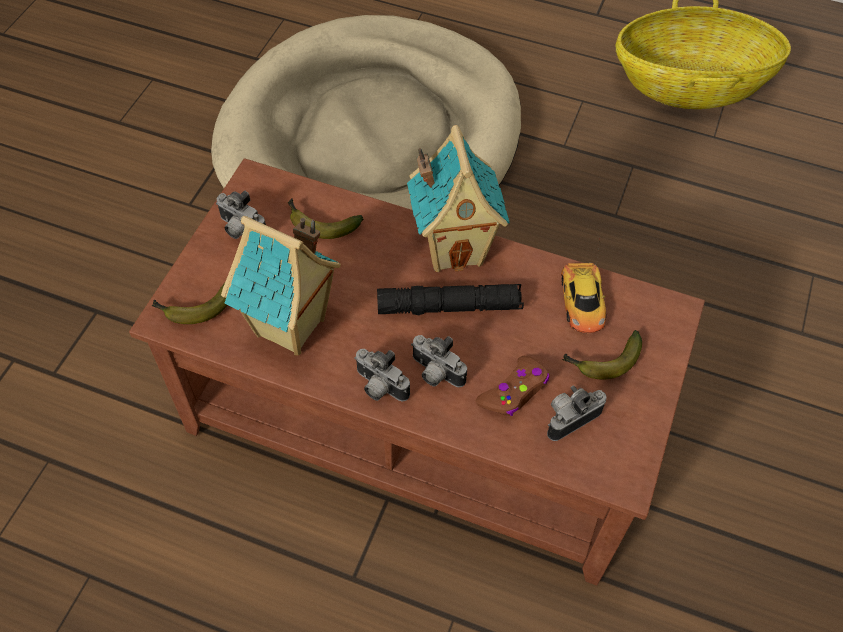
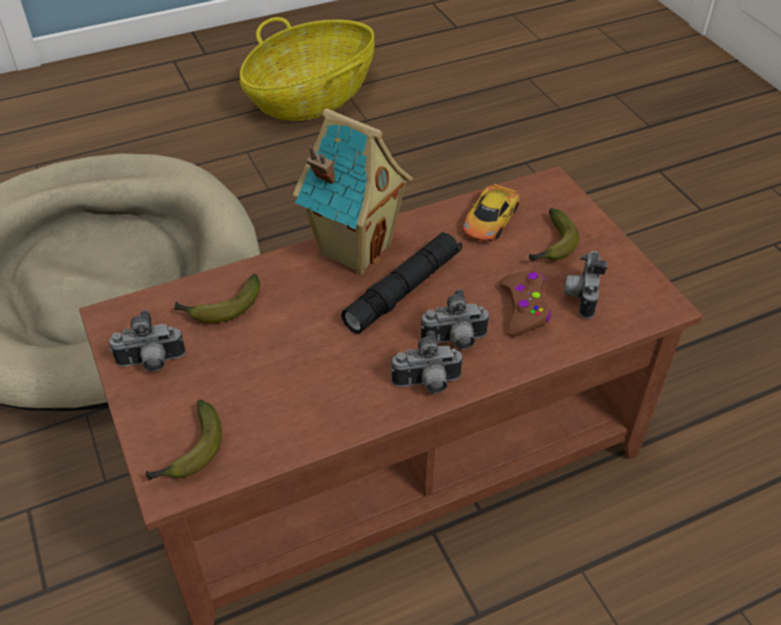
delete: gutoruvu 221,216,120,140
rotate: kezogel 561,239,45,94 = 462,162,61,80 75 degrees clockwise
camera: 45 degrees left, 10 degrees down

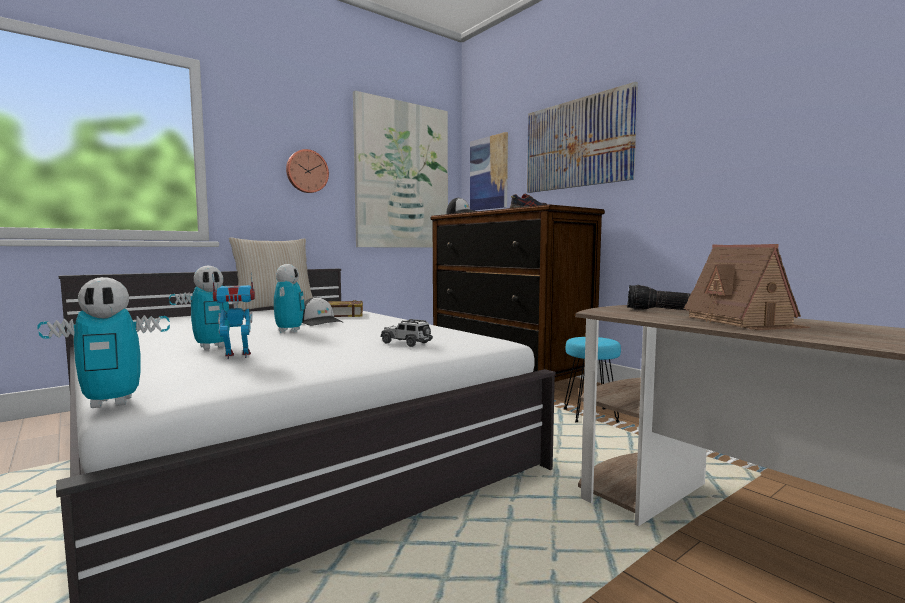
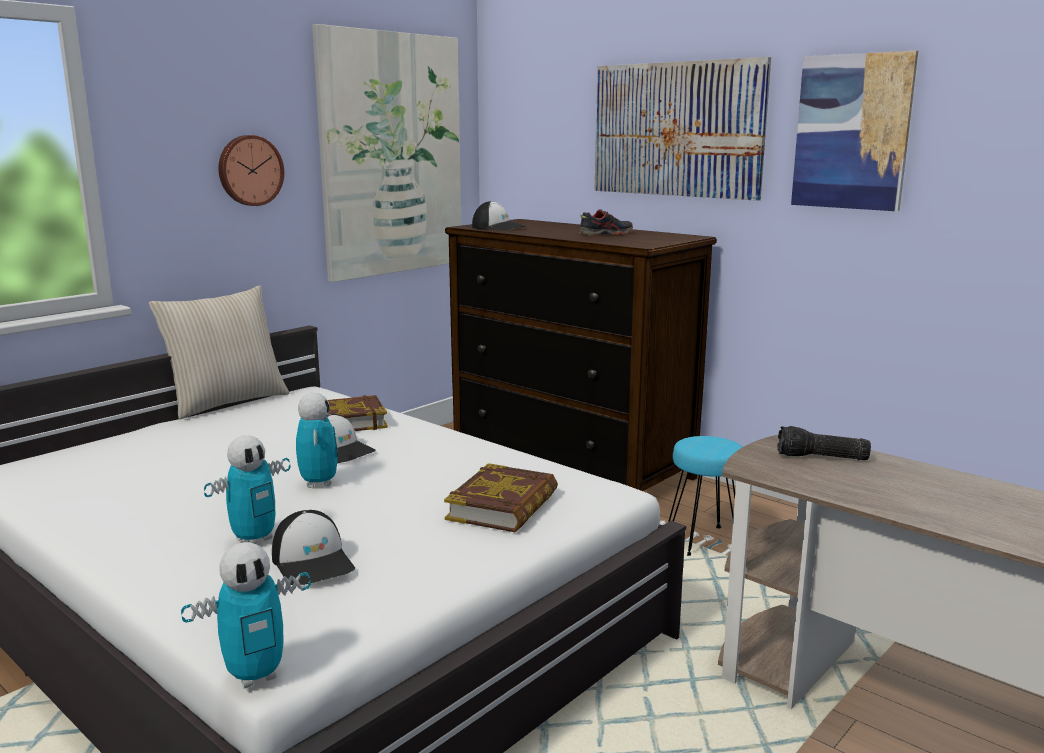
delete: gutoruvu 684,244,125,86
move: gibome 470,132,38,78 to 791,51,127,160
replace: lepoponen 212,273,43,86 to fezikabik 272,510,83,75; kezogel 381,319,52,28 to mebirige 444,463,114,70
camera: 10 degrees left, 10 degrees up

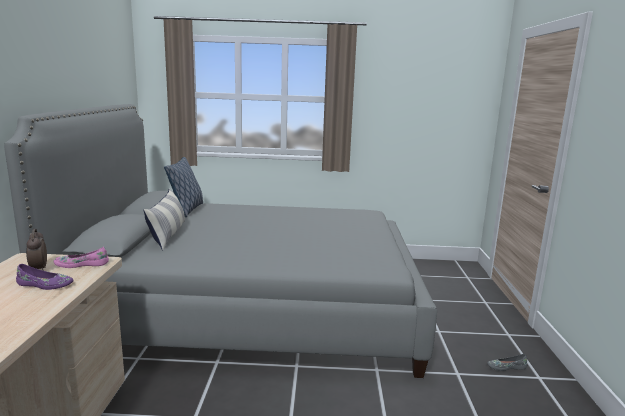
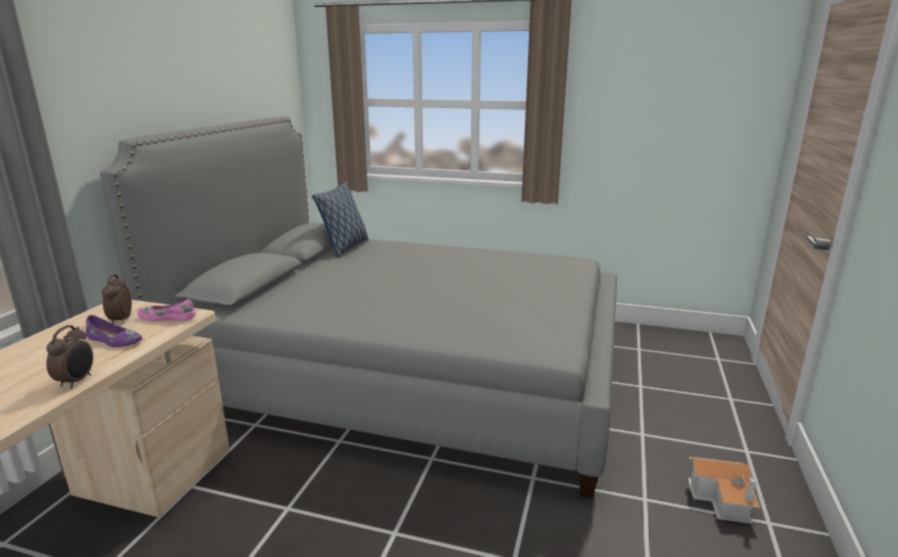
delete: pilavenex 144,188,41,62
insert: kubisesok 46,325,47,64
replace: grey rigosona 487,354,40,17 to gutoruvu 688,457,72,67
camera: 15 degrees right, 5 degrees up

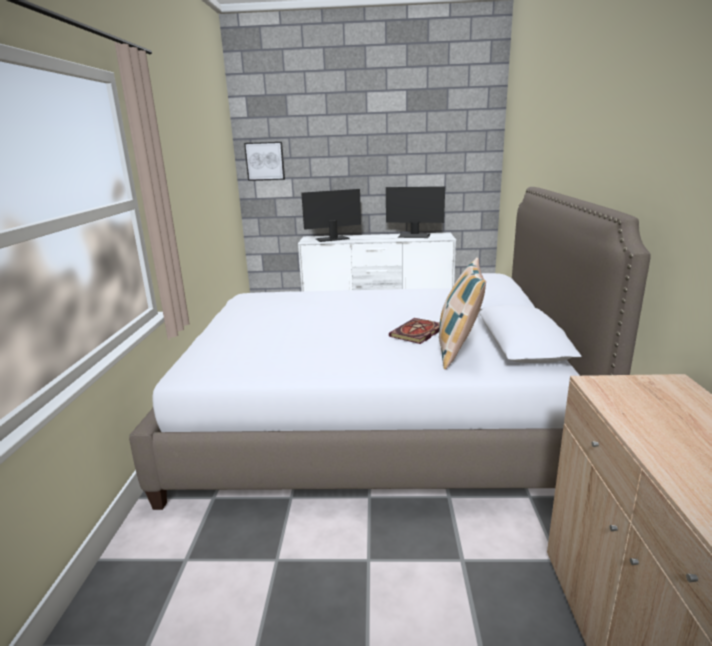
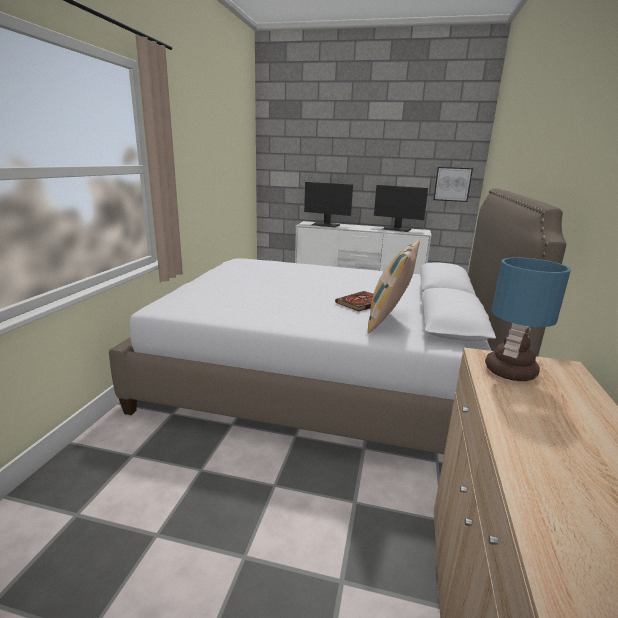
insert: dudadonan 485,257,86,124
move: gibome 244,142,41,39 to 433,167,40,35
rotate: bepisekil 301,189,60,53 = 304,182,49,46 150 degrees counterclockwise
camera: 10 degrees right, 0 degrees up

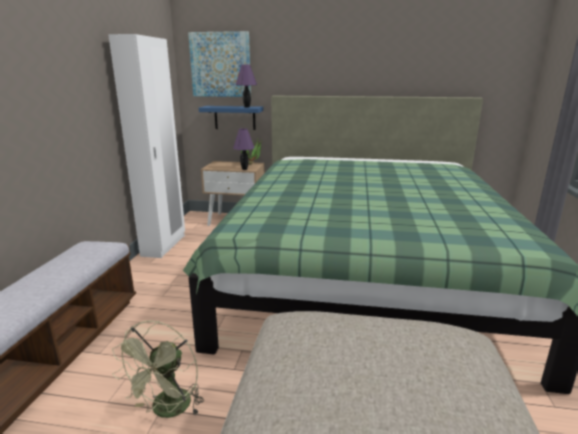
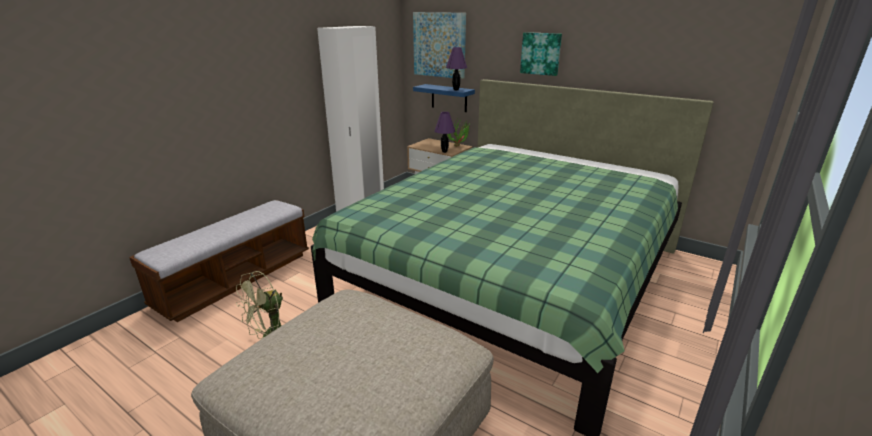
insert: gibome 520,32,42,44
camera: 25 degrees right, 5 degrees up

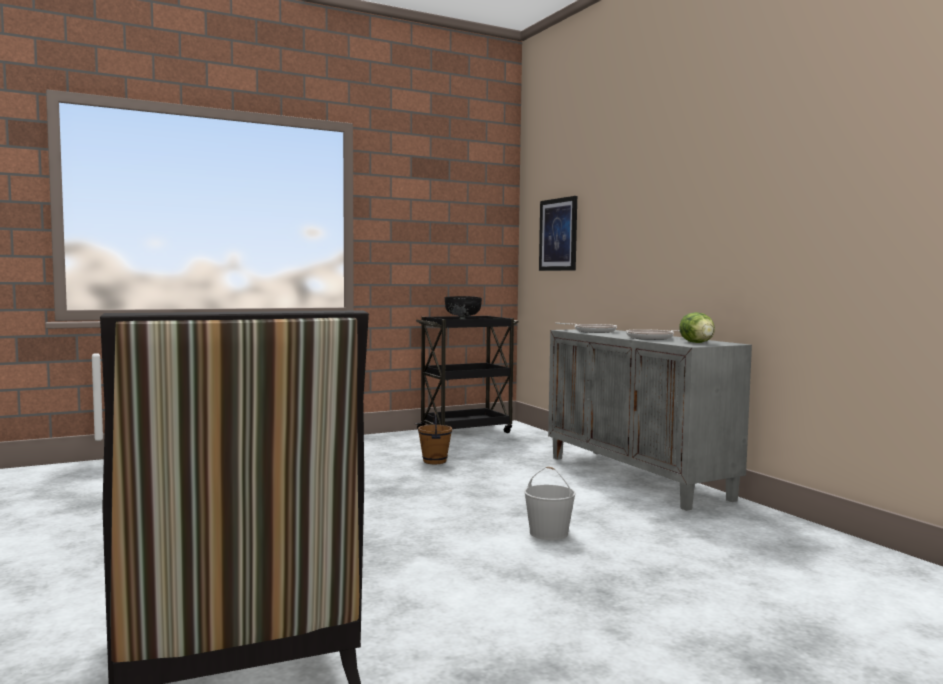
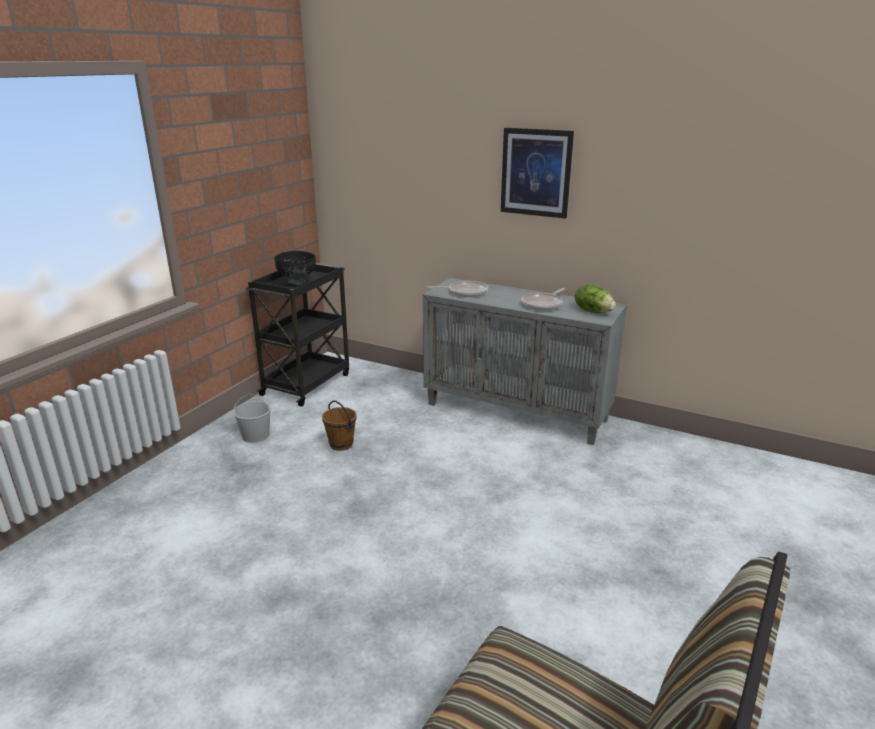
move: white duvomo 524,467,52,73 to 233,394,38,49; gibome 539,196,38,75 to 501,128,73,91
camera: 35 degrees left, 20 degrees up

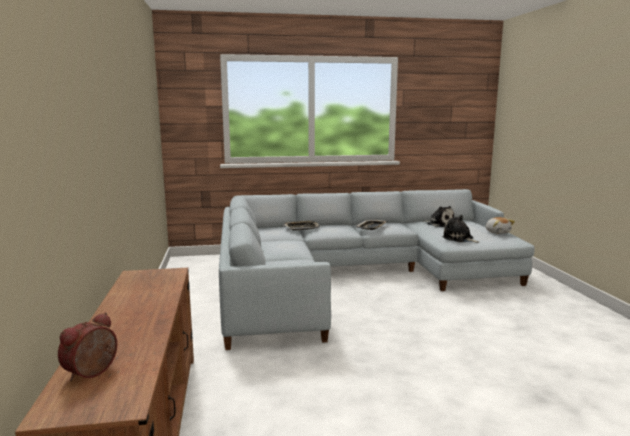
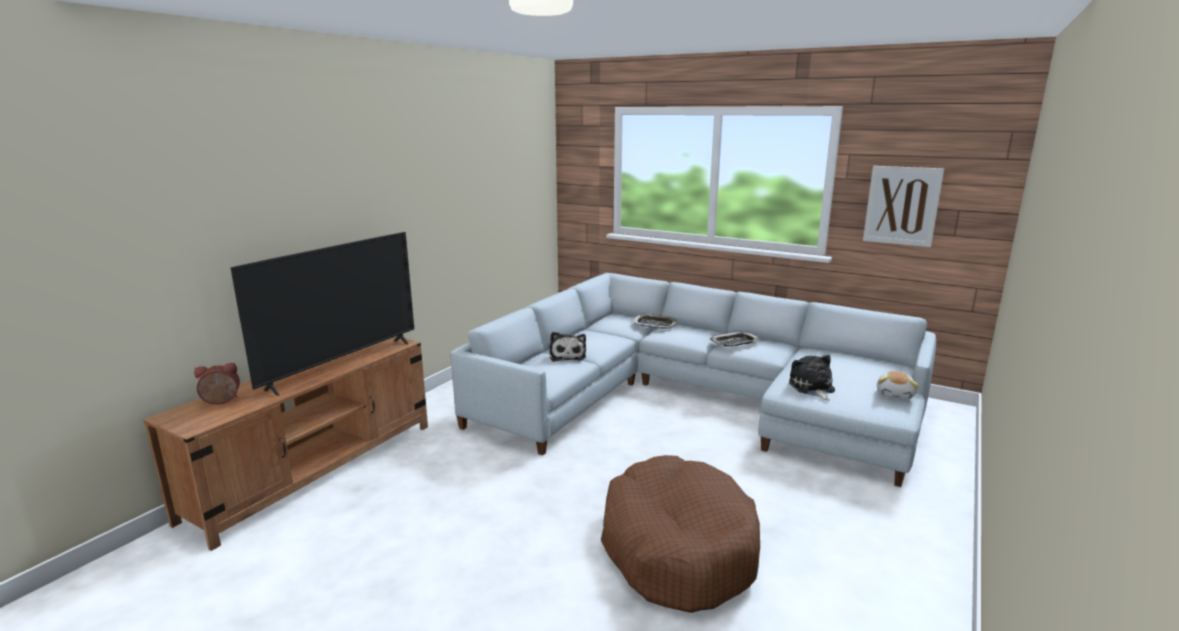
insert: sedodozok 230,232,184,164; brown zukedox 601,455,159,158; gibome 863,166,81,81
move: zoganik 423,206,31,21 to 549,332,37,30
camera: 40 degrees right, 5 degrees up

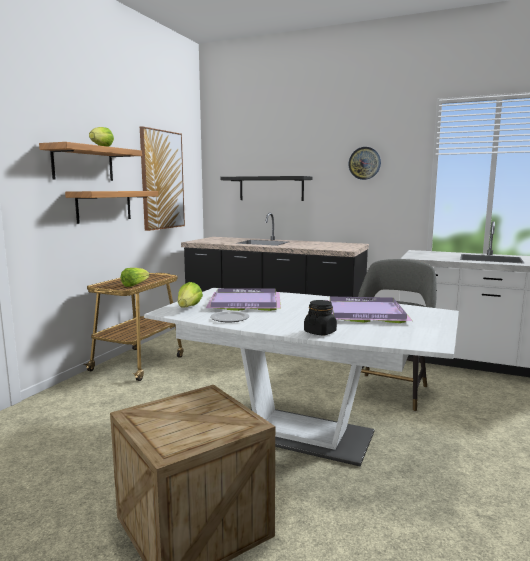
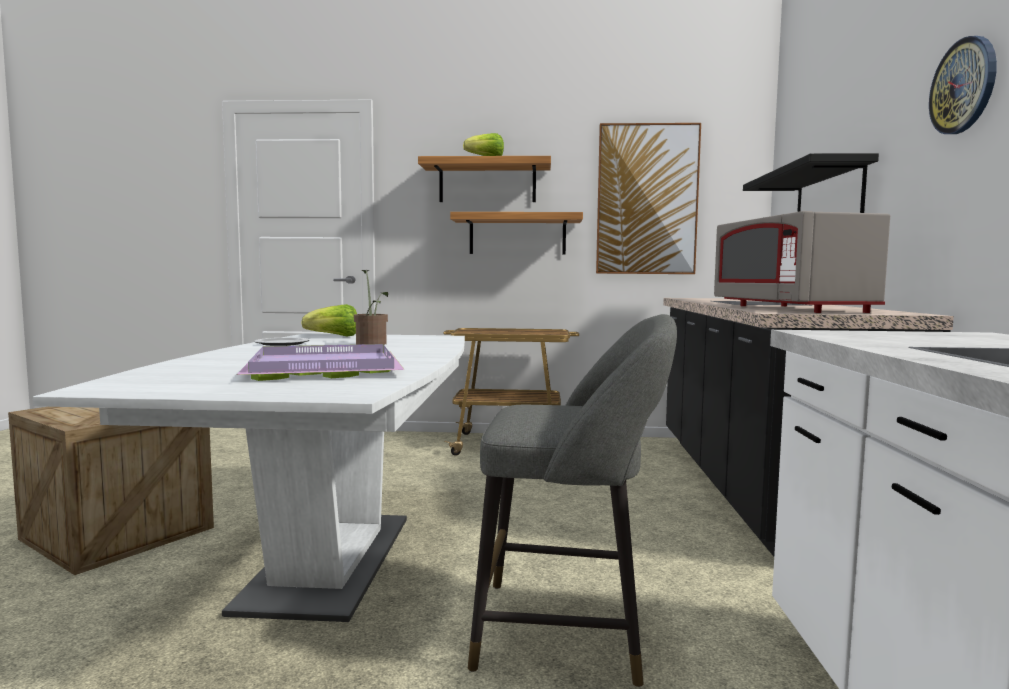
delete: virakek 121,268,29,19; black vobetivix 304,300,33,35
insert: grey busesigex 714,211,176,102
replace: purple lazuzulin 206,288,75,23 to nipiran 354,270,34,75
camera: 70 degrees right, 5 degrees down

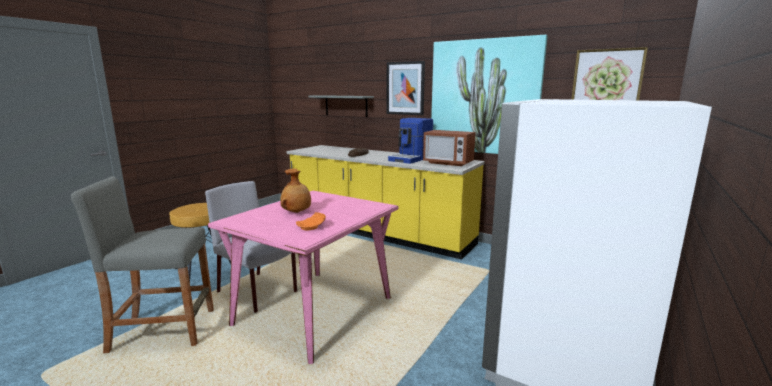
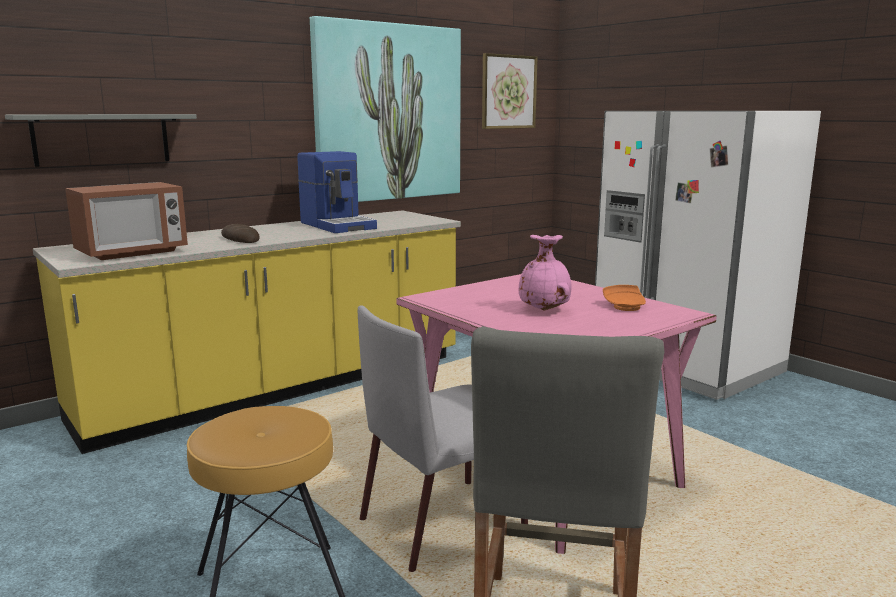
delete: gibome 387,61,38,54
move: busesigex 423,130,53,36 to 65,182,123,78
recolor: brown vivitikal 281,168,30,45 to pink vivitikal 519,235,52,75
camera: 70 degrees left, 0 degrees up

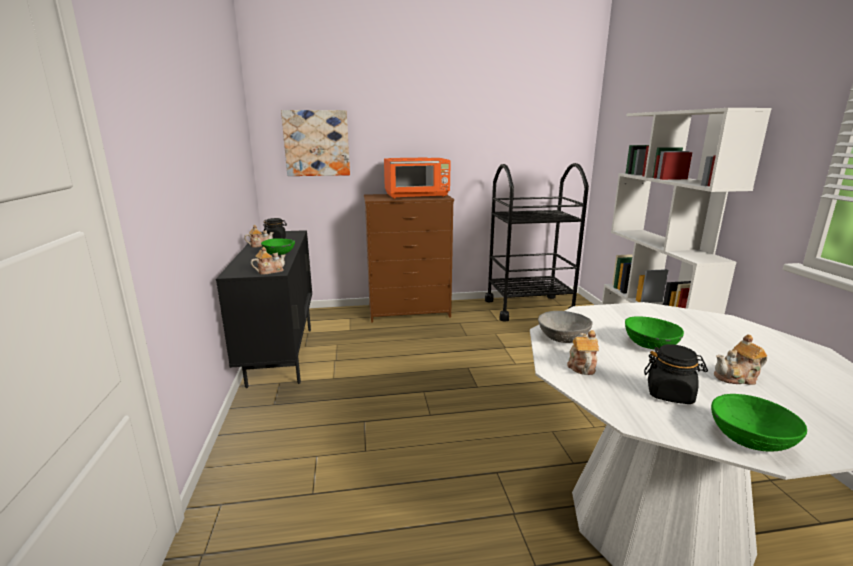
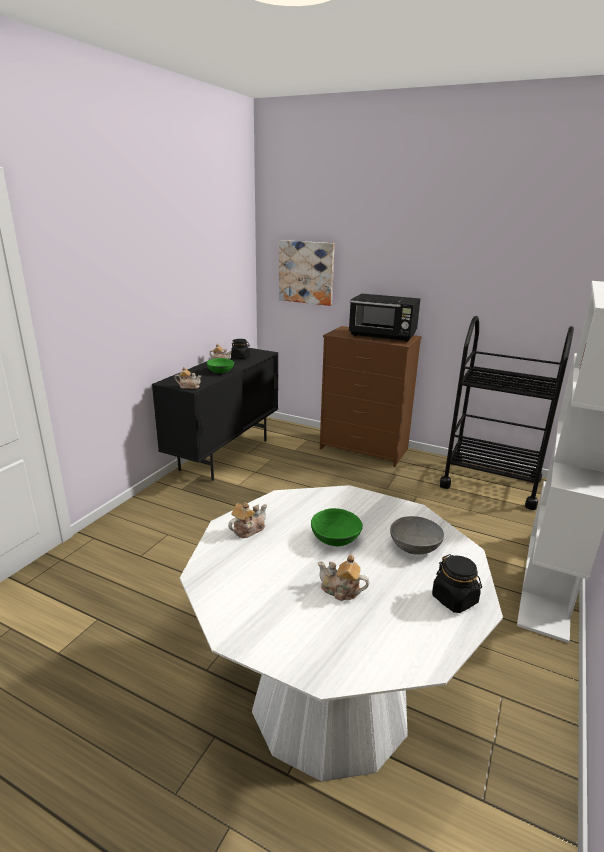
delete: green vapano 711,394,96,58
move: grey vapano 538,311,55,32 to 390,516,54,39; black vobetivix 644,344,64,60 to 432,554,50,59
recolor: orange busesigex 384,158,67,41 to black busesigex 349,294,72,48
camera: 35 degrees right, 5 degrees up

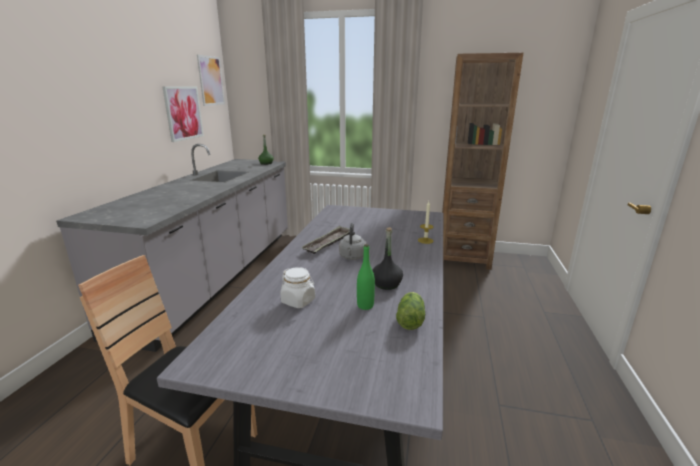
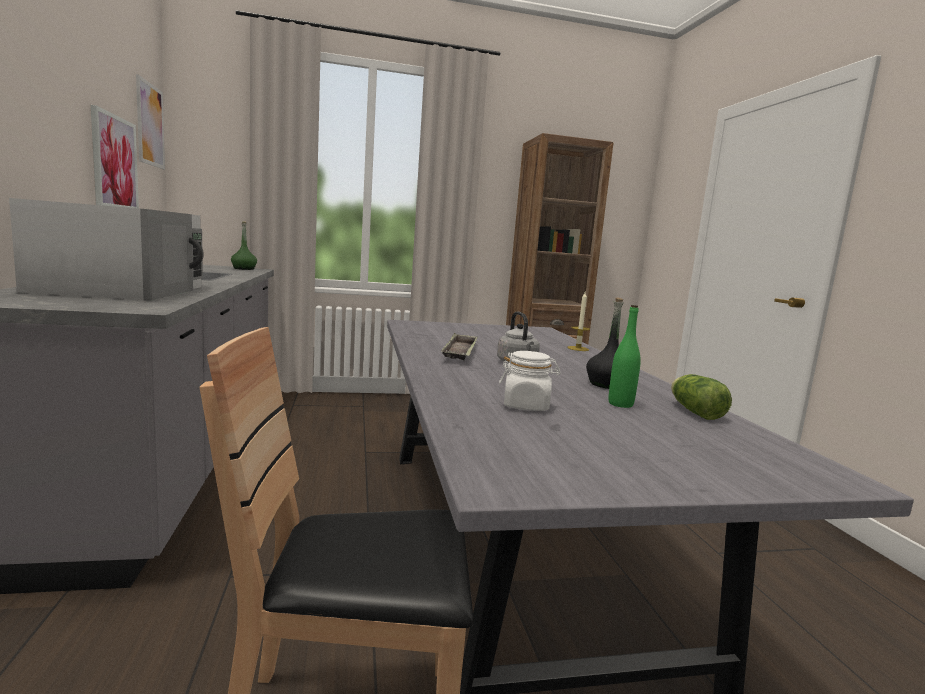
insert: white busesigex 9,198,195,103
camera: 25 degrees left, 10 degrees down

